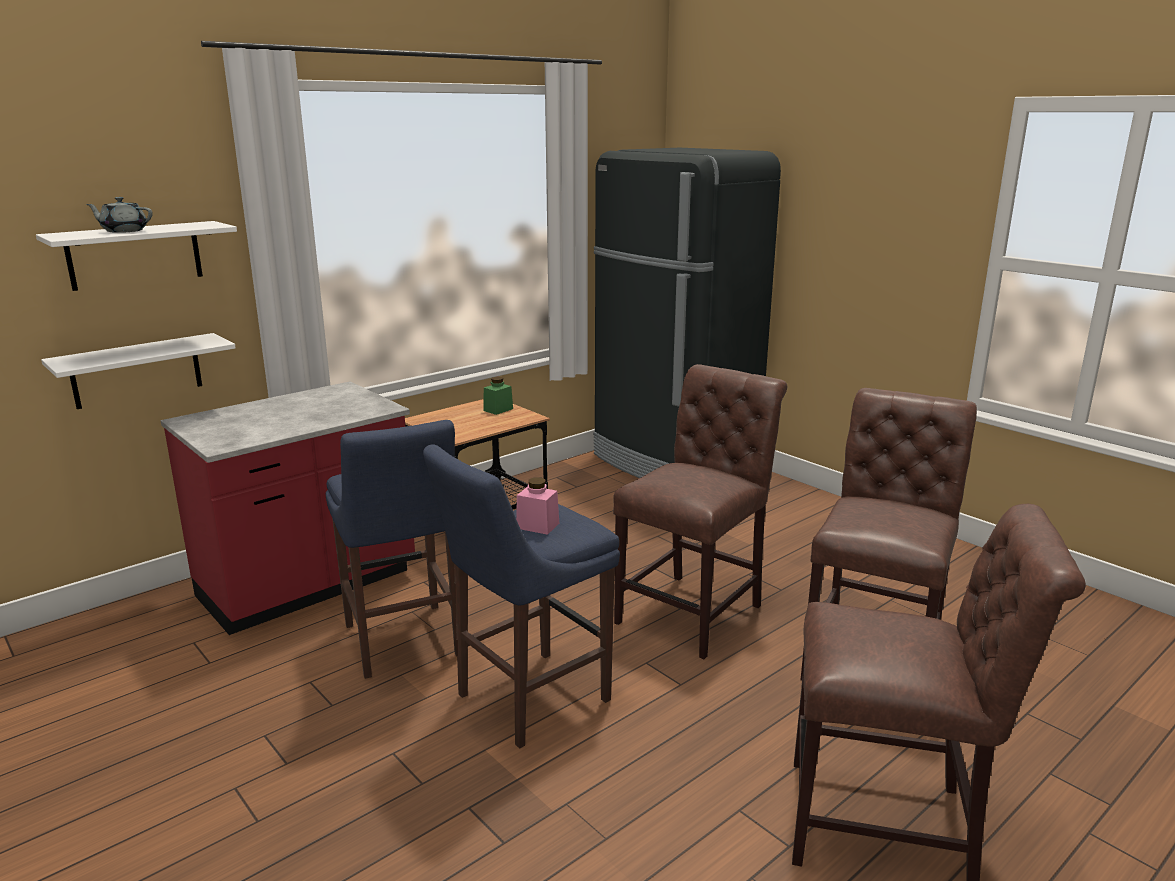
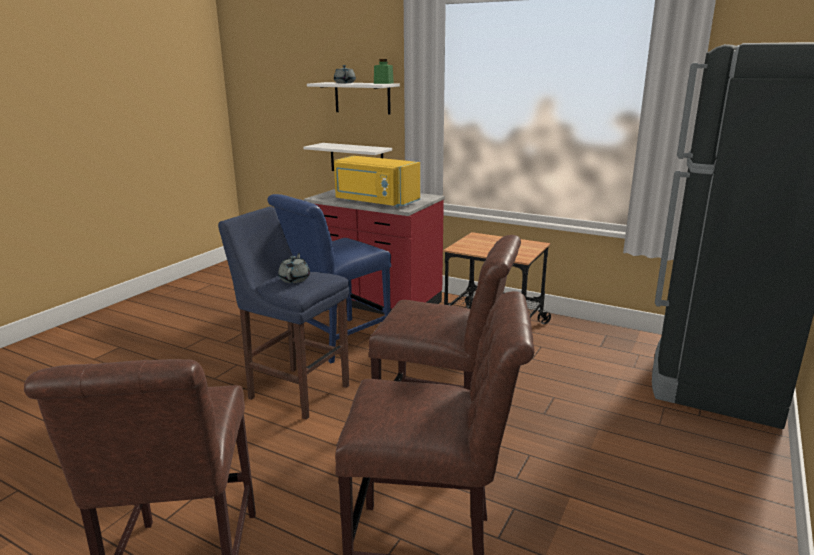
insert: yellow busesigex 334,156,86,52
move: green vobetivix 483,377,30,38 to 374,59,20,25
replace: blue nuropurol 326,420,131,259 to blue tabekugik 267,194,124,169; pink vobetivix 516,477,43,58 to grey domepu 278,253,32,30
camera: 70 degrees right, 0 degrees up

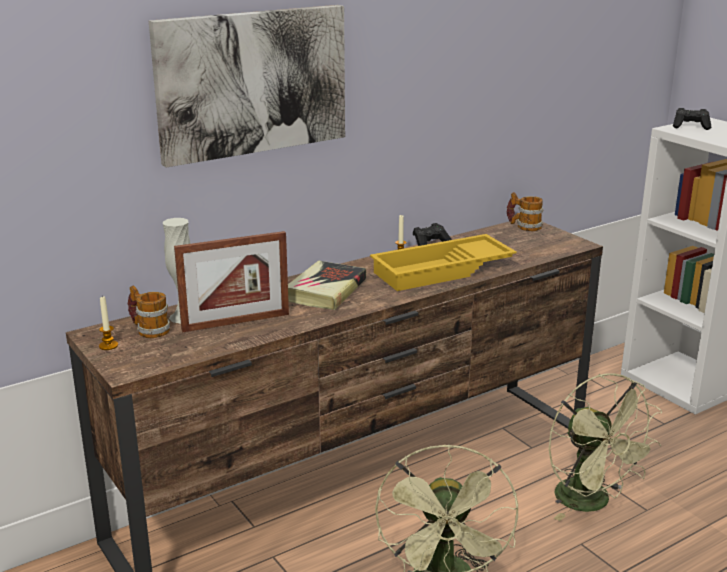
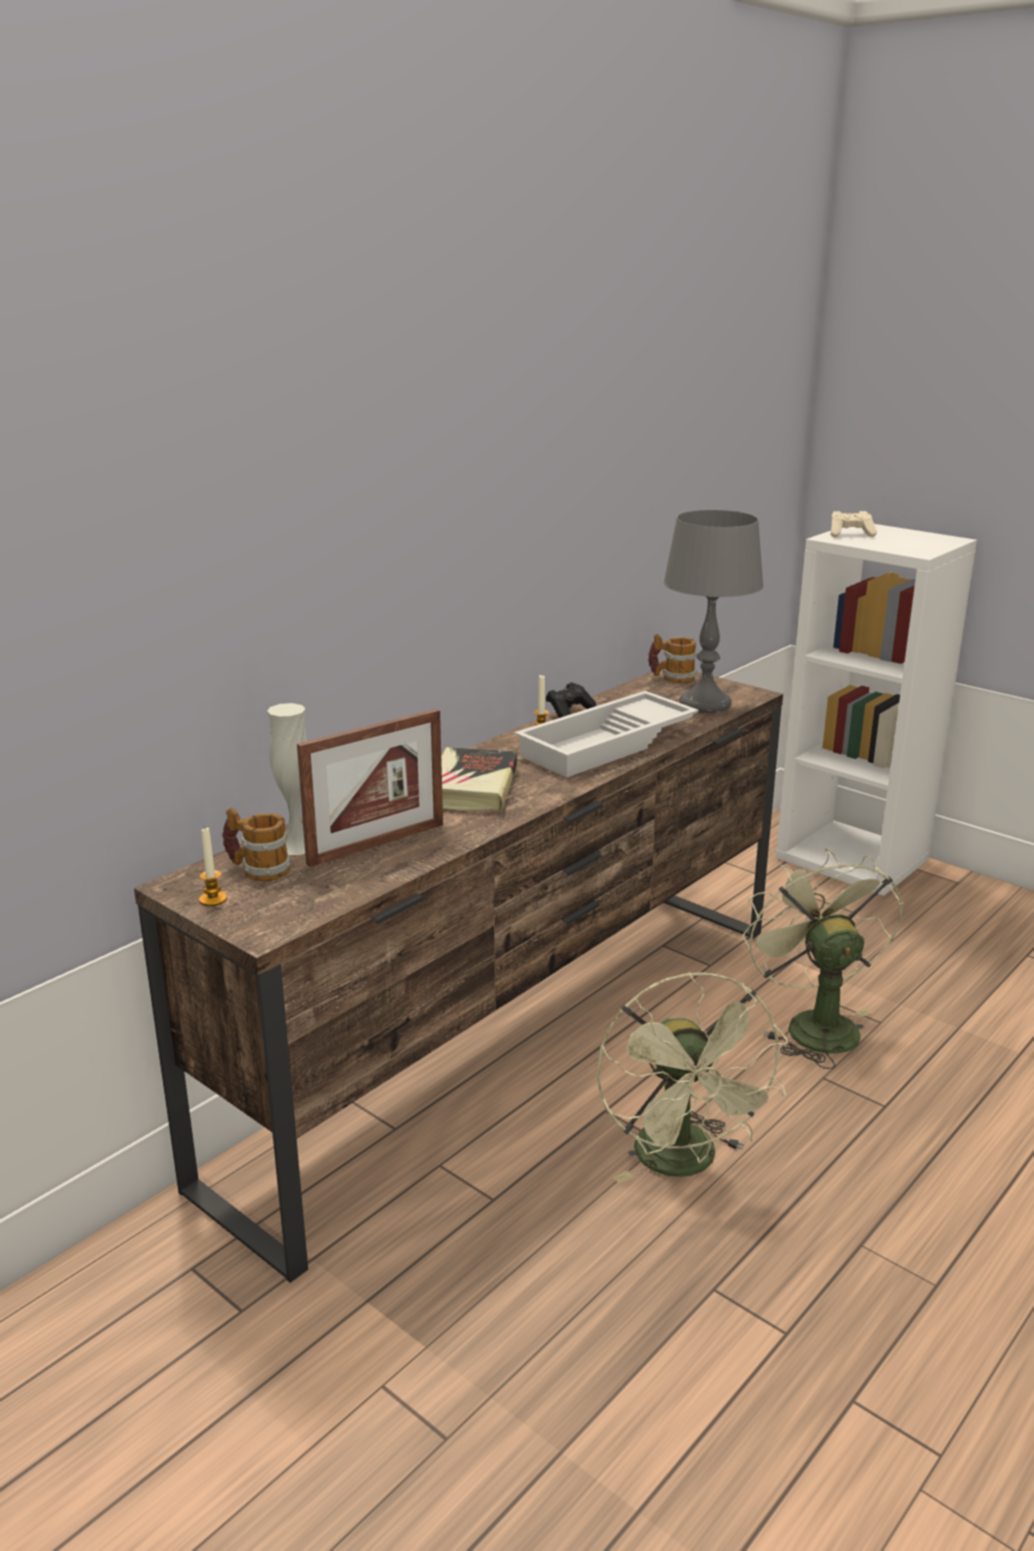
delete: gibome 149,5,196,162
insert: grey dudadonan 663,510,101,203
recolor: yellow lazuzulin 370,234,147,57 to white lazuzulin 514,691,185,86; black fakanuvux 673,108,38,22 to beige fakanuvux 831,511,46,26
rotate: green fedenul 549,373,113,148 = 743,849,160,220 150 degrees counterclockwise
camera: 15 degrees left, 0 degrees up

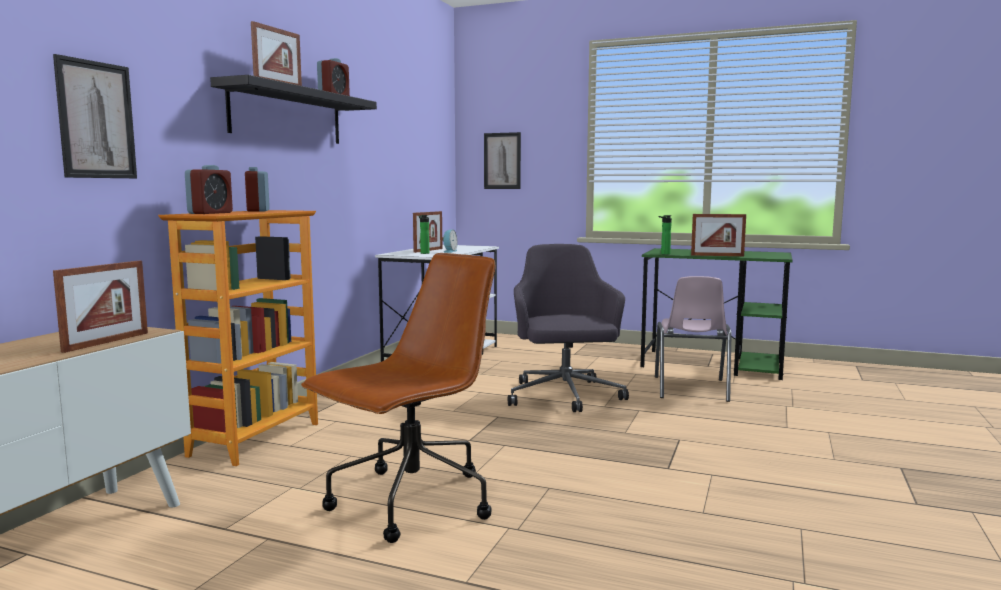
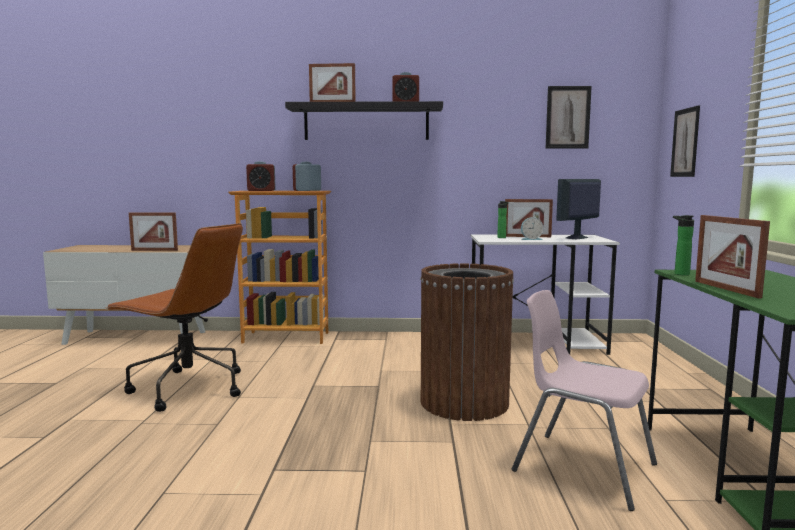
insert: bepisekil 556,179,45,60
move: gibome 53,54,84,124 to 545,86,47,63
replace: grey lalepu 508,244,121,168 to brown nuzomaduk 420,263,94,158
rotate: pink tabekugik 655,276,76,126 = 512,290,145,221 45 degrees clockwise
camera: 70 degrees right, 0 degrees up

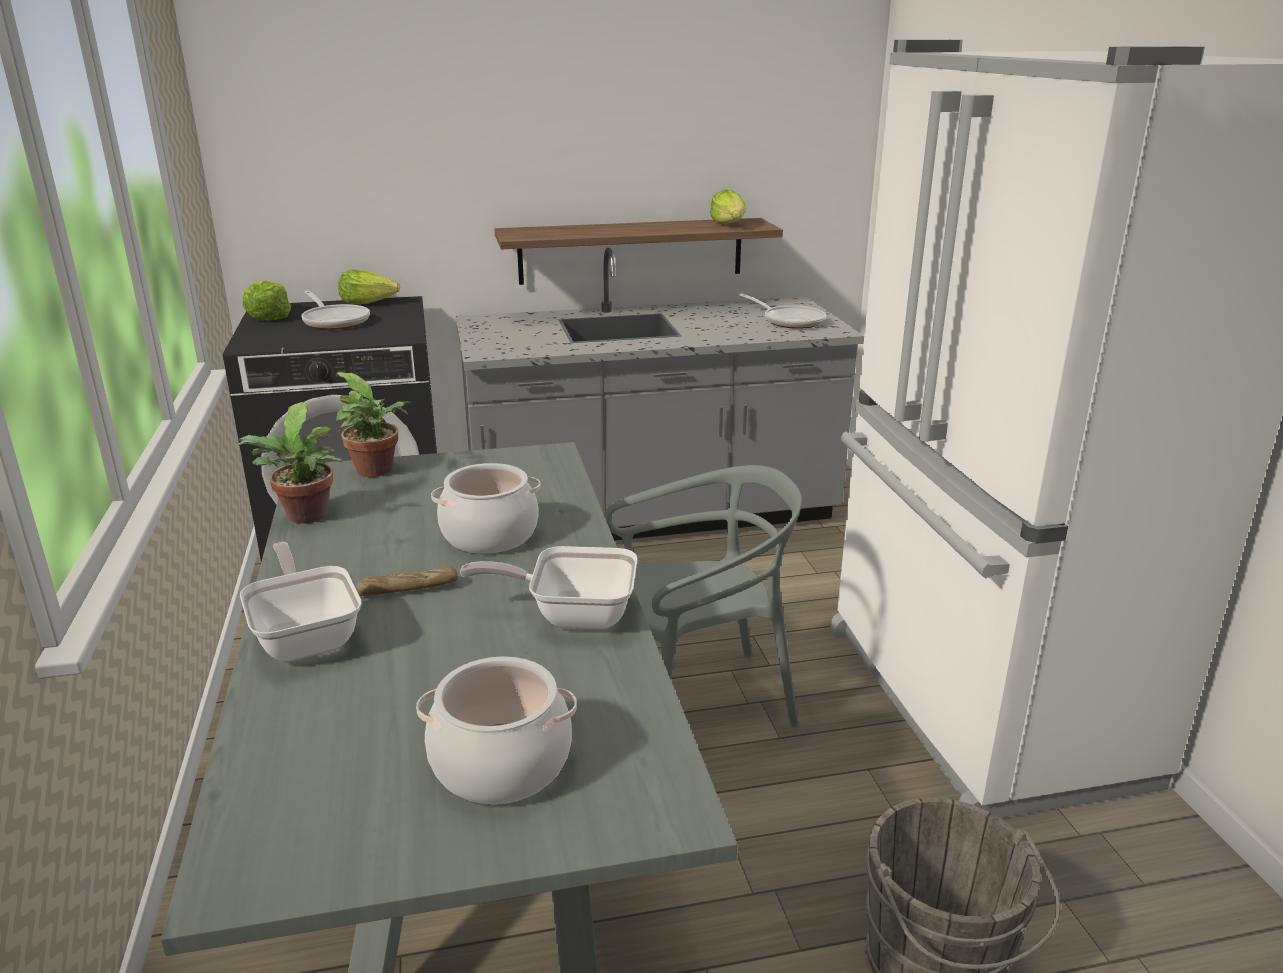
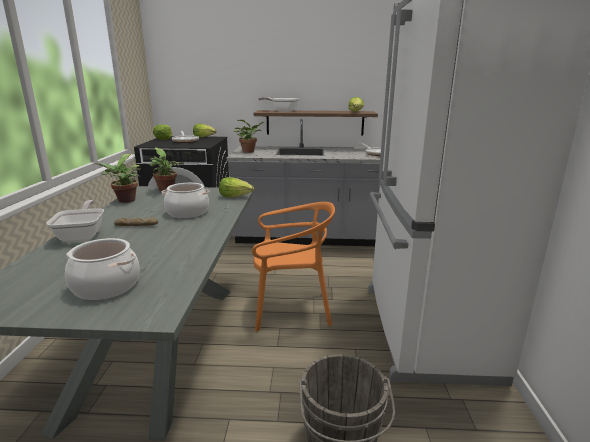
insert: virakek 219,177,35,20; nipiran 234,120,32,33
move: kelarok 460,546,178,83 to 258,97,41,15
recolor: grey tabekugik 604,465,198,262 to orange tabekugik 252,202,83,130
camera: 15 degrees right, 5 degrees down

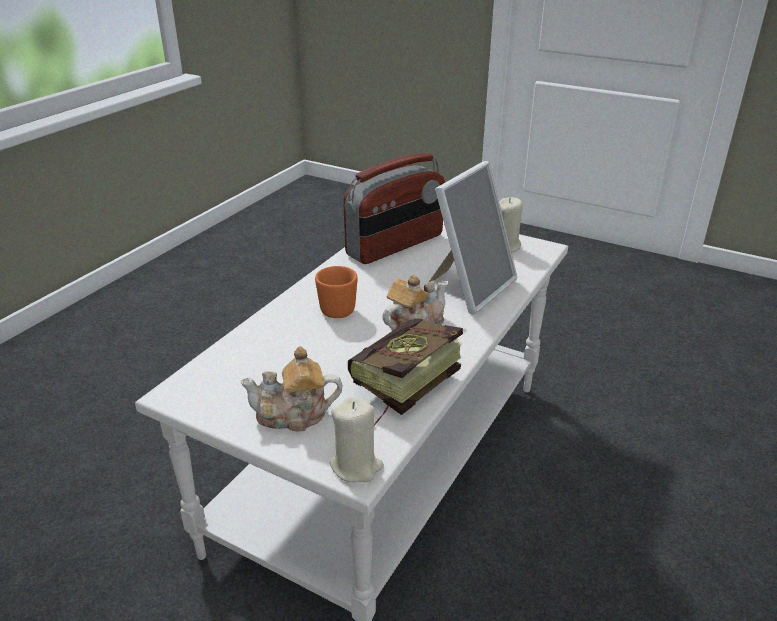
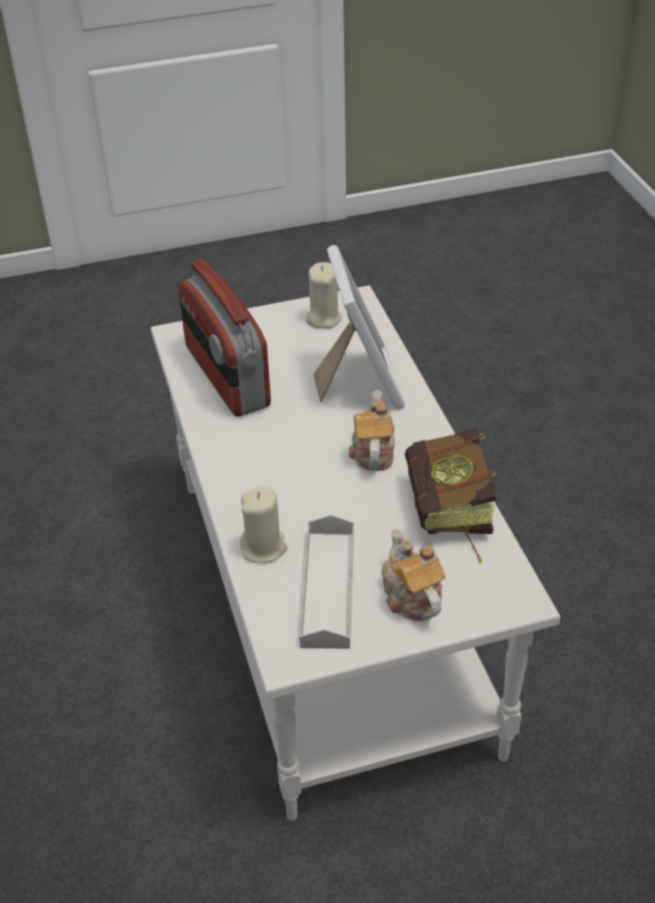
delete: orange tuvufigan 315,266,43,52
insert: grey lazuzulin 300,515,54,134
move: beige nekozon 330,398,54,84 to 240,486,48,77
rotate: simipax 343,153,102,111 = 178,258,93,159 150 degrees clockwise; domepu 240,346,102,85 = 382,528,63,93 120 degrees clockwise
camera: 45 degrees left, 10 degrees up

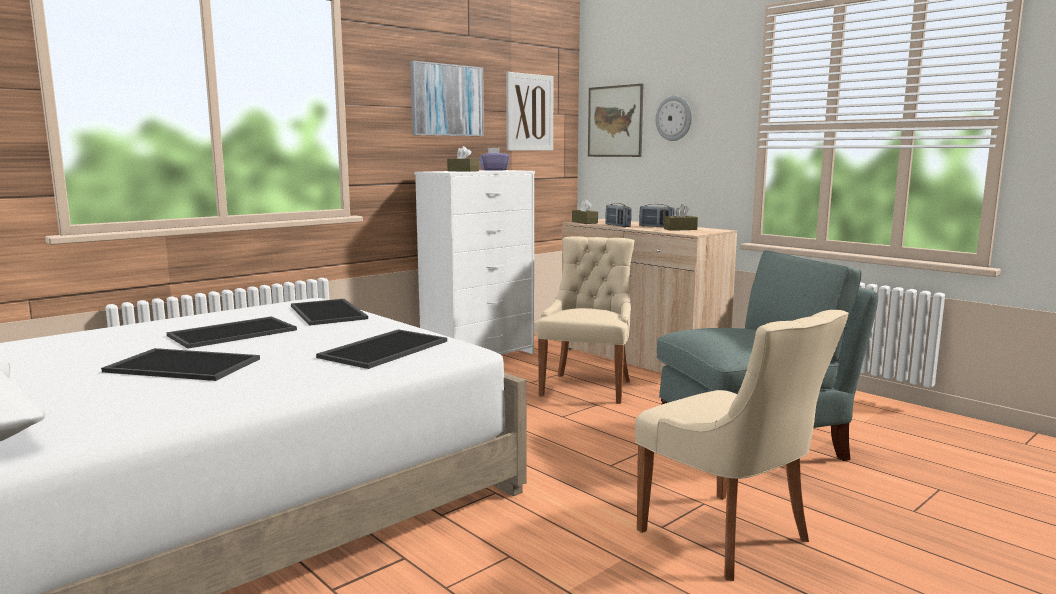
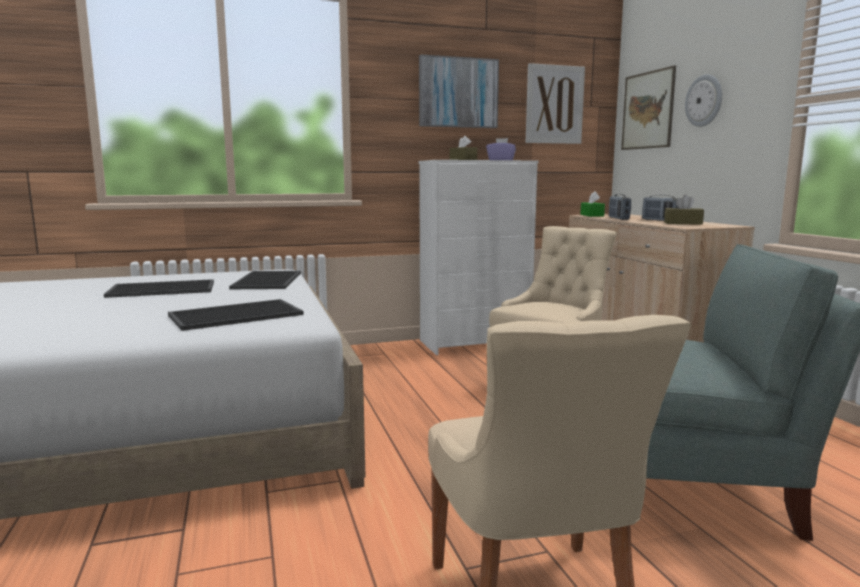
delete: lazuzulin 101,348,159,33
recolor: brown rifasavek 572,200,26,24 to green rifasavek 581,191,24,26
camera: 25 degrees right, 0 degrees up

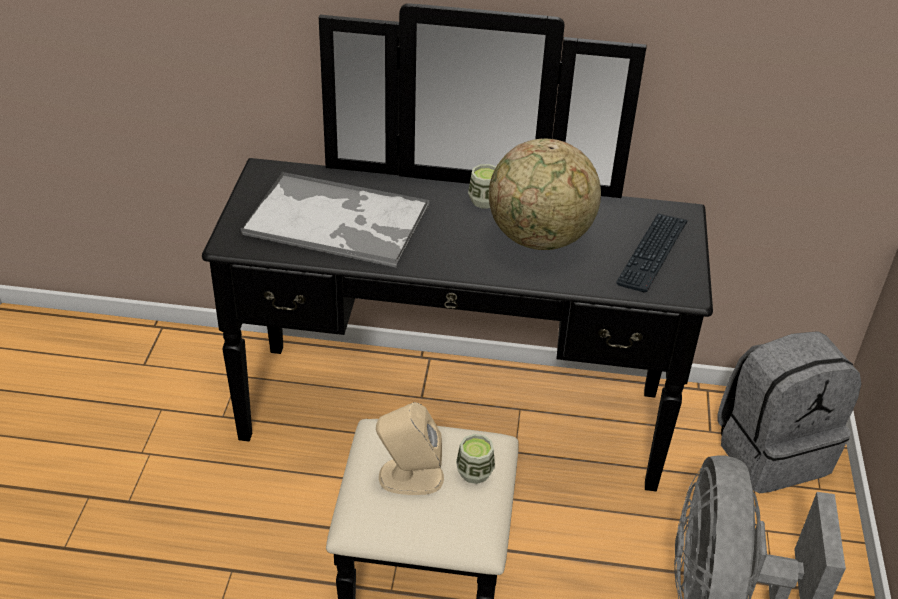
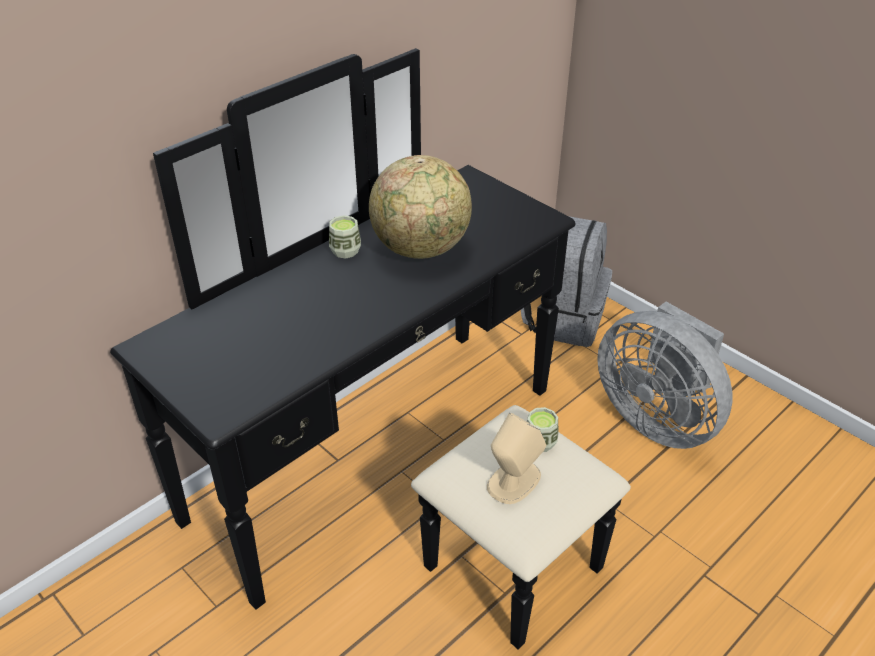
delete: lazuzulin 241,172,188,96; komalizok 616,213,71,79
camera: 50 degrees left, 0 degrees up

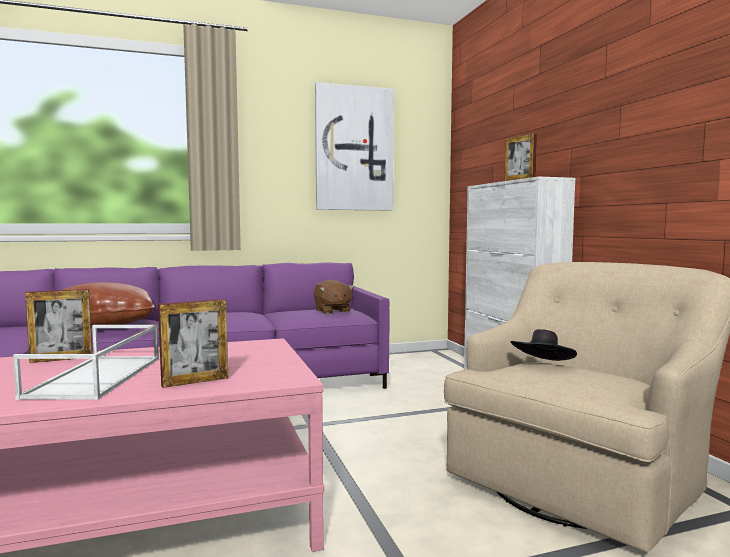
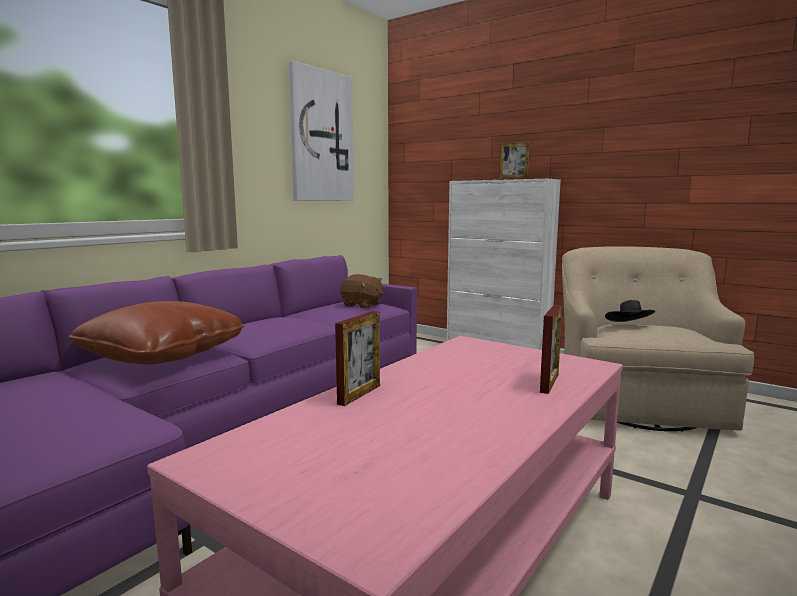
delete: white lazuzulin 13,325,146,75
camera: 35 degrees left, 5 degrees up

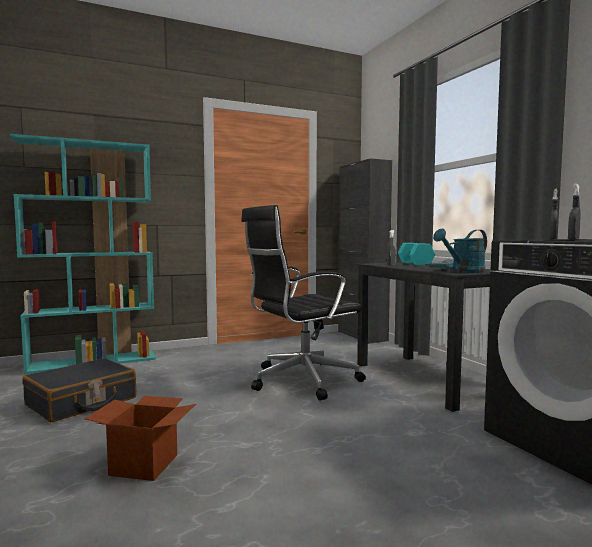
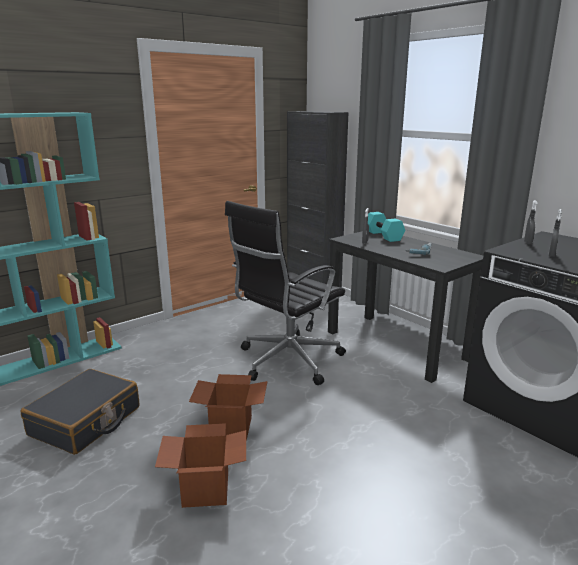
delete: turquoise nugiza 433,229,54,44
insert: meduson 189,374,79,67
camera: 15 degrees left, 15 degrees up

